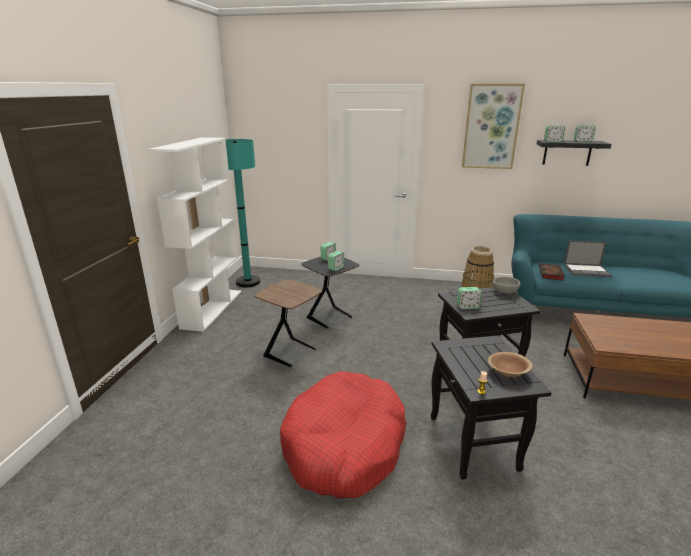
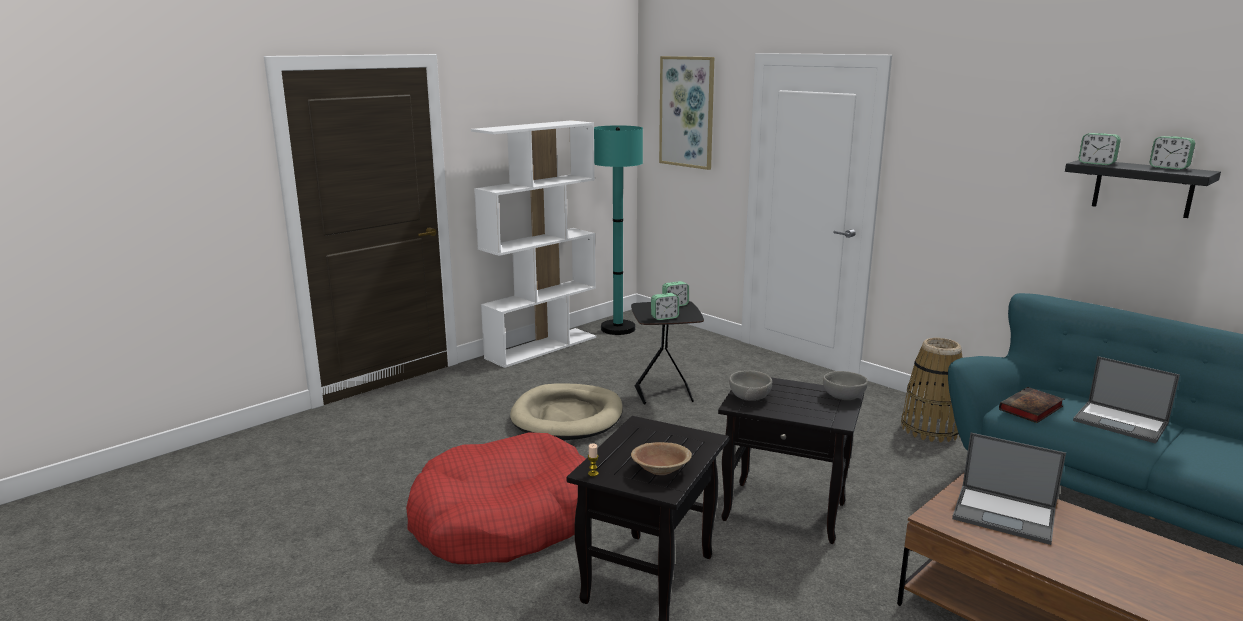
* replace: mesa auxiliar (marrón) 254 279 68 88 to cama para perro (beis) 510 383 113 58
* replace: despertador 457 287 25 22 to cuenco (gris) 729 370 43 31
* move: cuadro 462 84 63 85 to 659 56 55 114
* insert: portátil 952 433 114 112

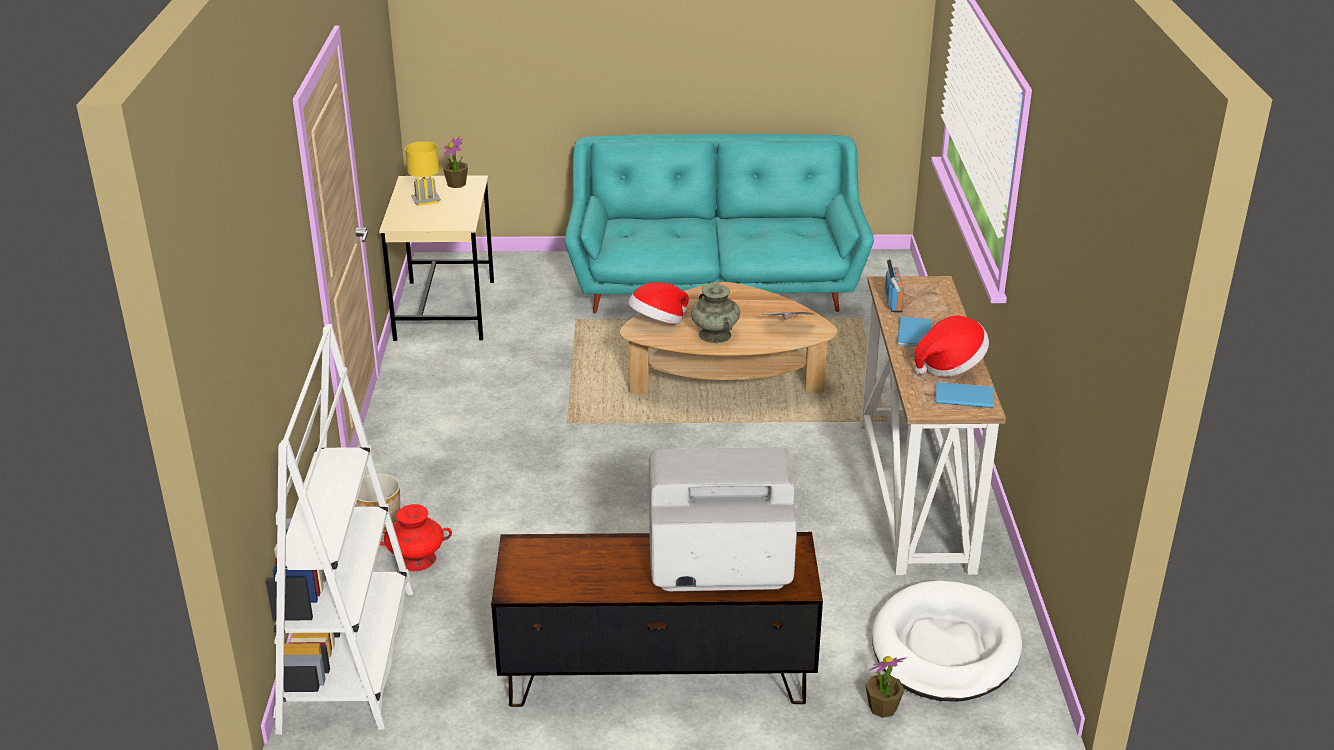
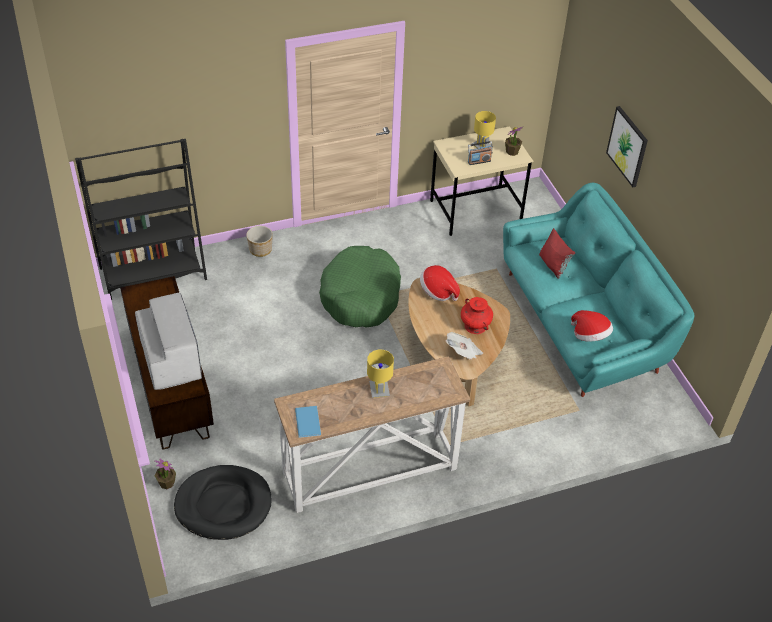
* recolor: estantería (blanco) 266 324 147 411 to estantería (negro) 75 139 132 161
* move: florero (rojo) 380 504 72 67 to 461 297 32 37
* delete: florero (turquesa) 691 285 49 58
* recolor: cama para perro (blanco) 872 580 150 122 to cama para perro (negro) 174 465 98 75
* move: radio 885 258 19 54 to 468 141 25 24
* replace: libro (azul) 897 317 35 30 to lámpara de mesa (amarillo) 367 349 27 49
* move: sombrero 915 316 74 61 to 571 310 42 31
* insert: cama para perro (verde) 319 246 82 82
* insert: cojín (rojo) 539 228 36 51
* insert: cuadro 606 106 42 81

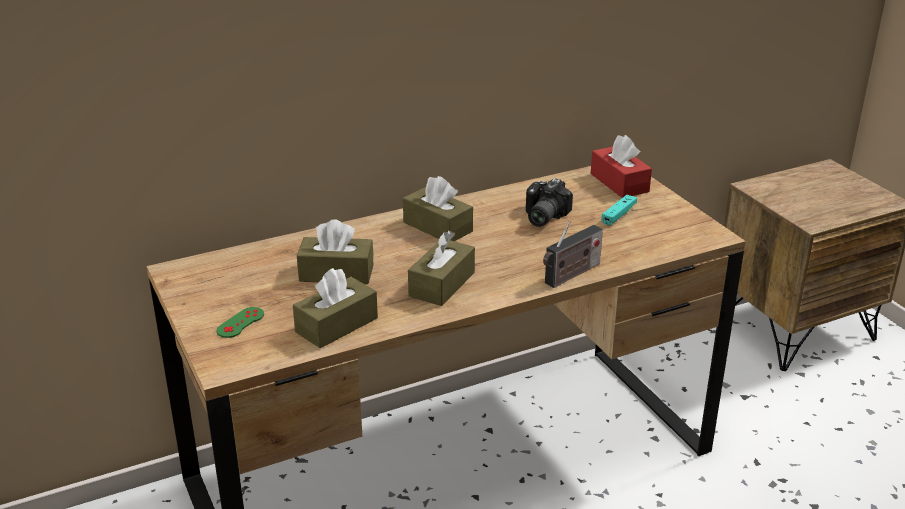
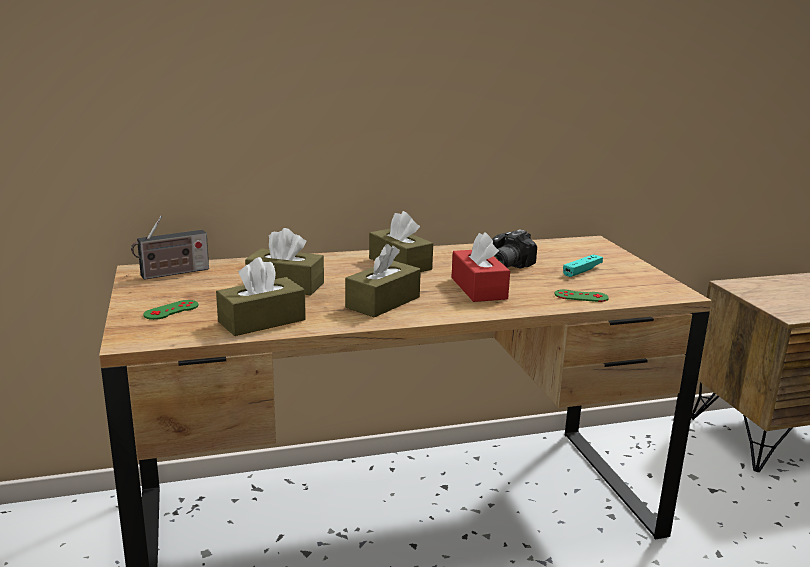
* move: radio 543 221 60 67 to 131 216 78 64
* move: caja de pañuelos (rojo) 591 135 61 63 to 451 232 59 70
* insert: mando de consola (verde) 555 289 54 13

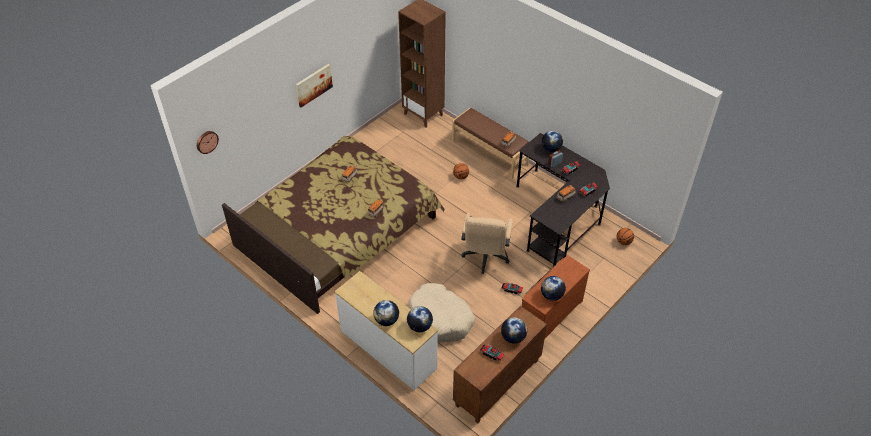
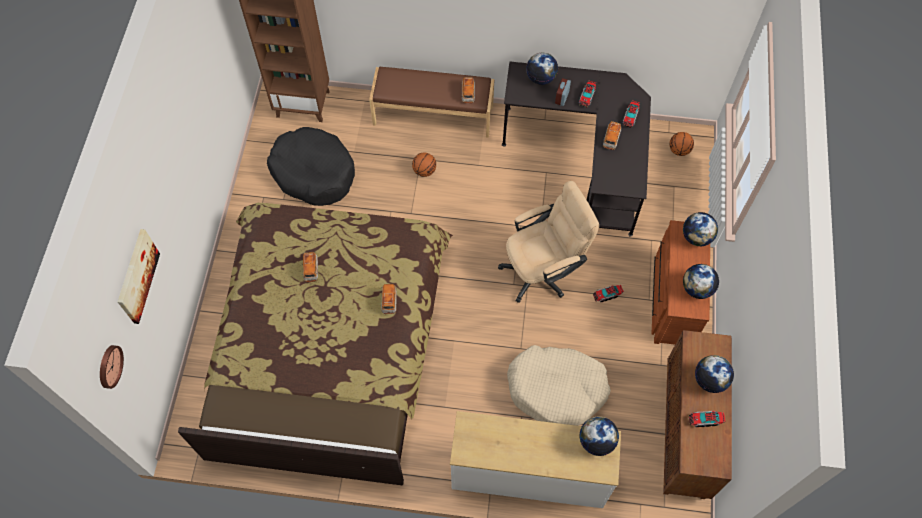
* move: cuadro 296 64 37 43 to 117 229 43 95
* move: globo terráqueo 373 300 26 26 to 683 212 35 34
* rotate: silla de oficina (beis) 461 213 52 61 = 498 181 101 122 90 degrees counterclockwise
* insert: cama para perro (negro) 267 127 88 79

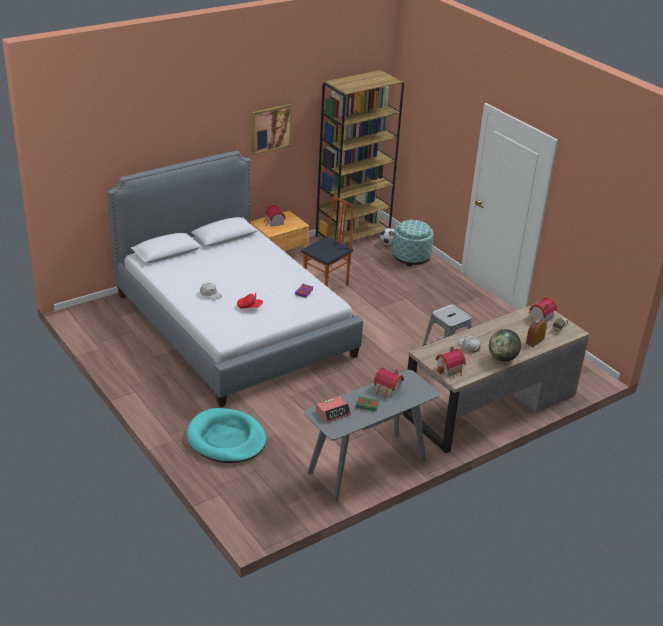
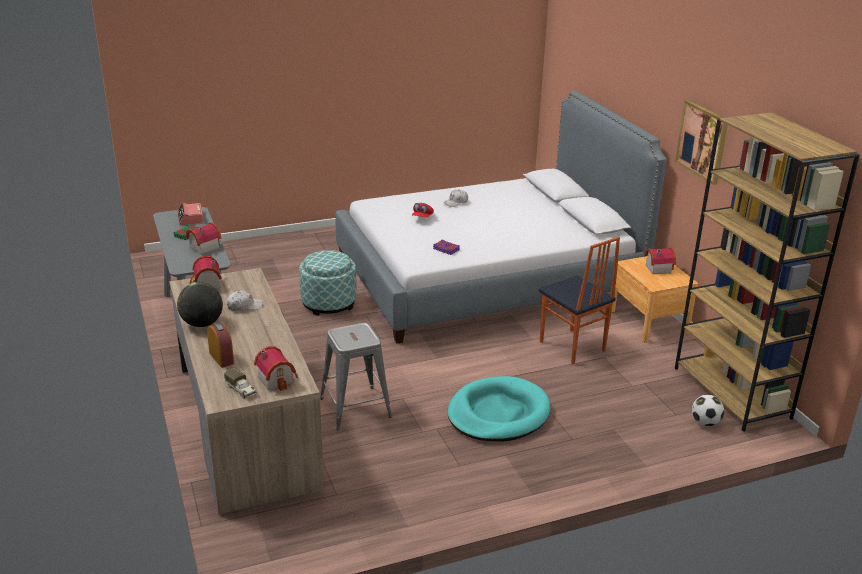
* move: cama para perro (turquesa) 186 408 81 55 to 447 376 103 66
* move: puf 392 220 42 47 to 299 250 58 66

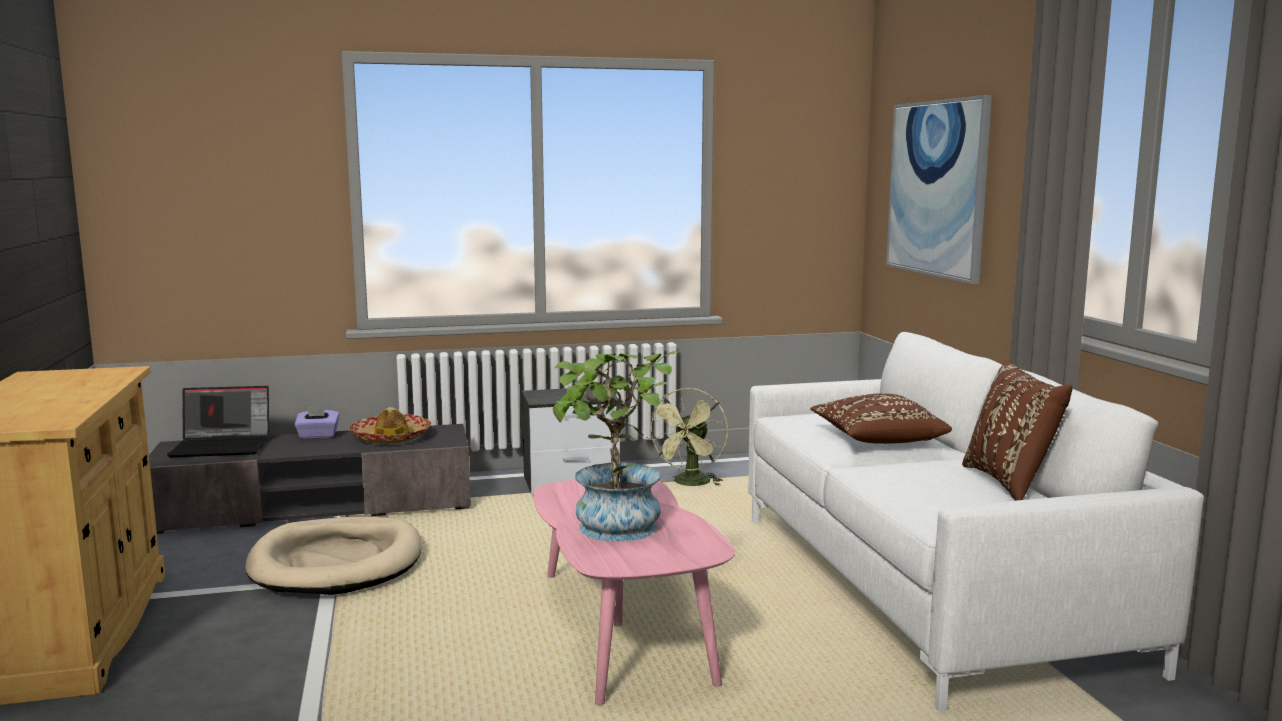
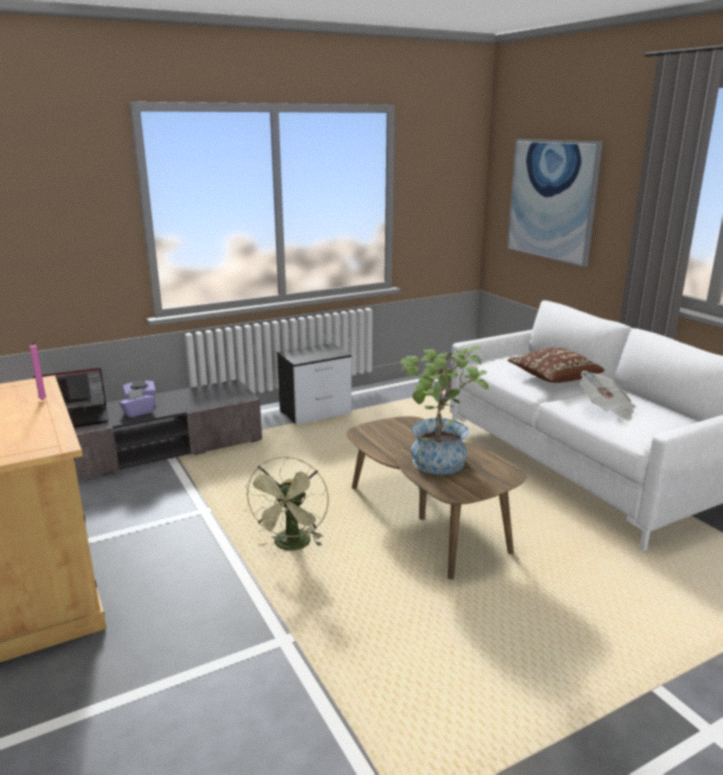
* delete: cama para perro (beis) 245 517 177 78
* delete: sombrero 349 407 82 37
* recolor: mesa de centro (rosa) 533 480 202 225 to mesa de centro (marrón) 346 416 180 163
* move: ventilador (verde) 647 388 81 98 to 245 457 84 94
* delete: cojín (marrón) 962 360 111 141
* insert: vela (rosa) 29 338 18 62
* insert: caja de pañuelos (morado) 119 388 36 30
* insert: periódico 580 371 56 50

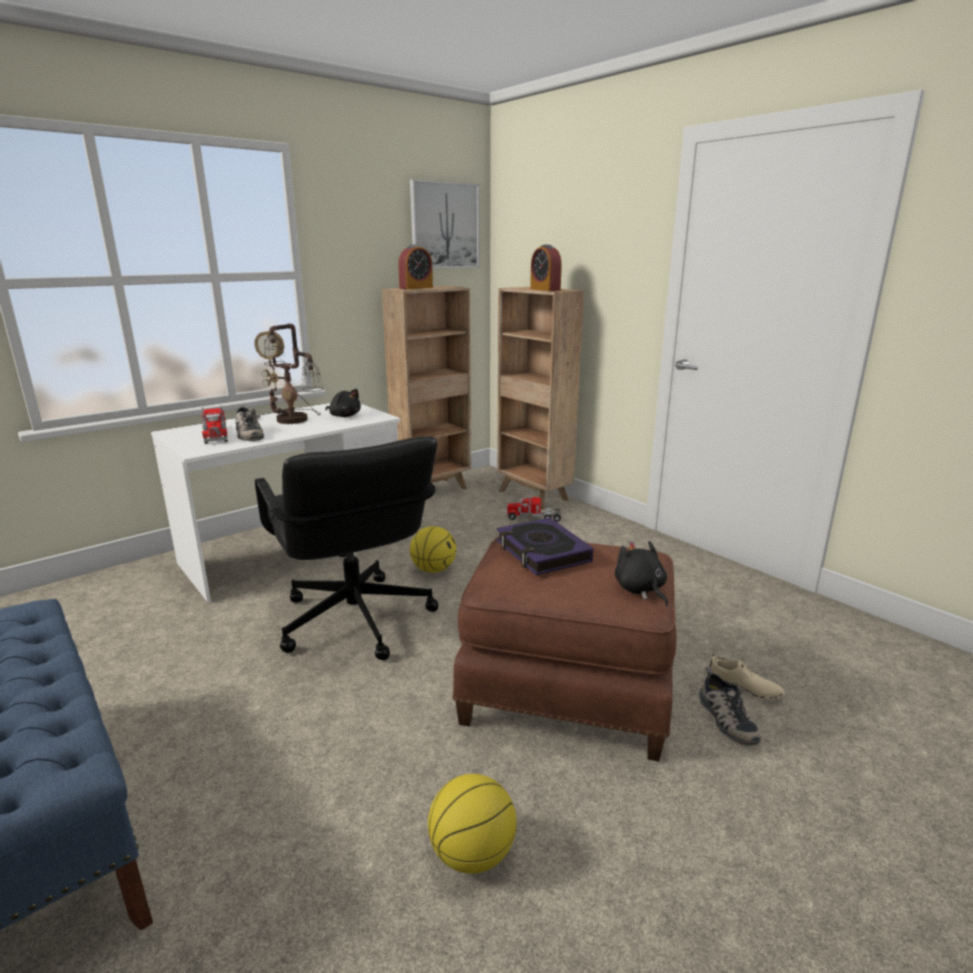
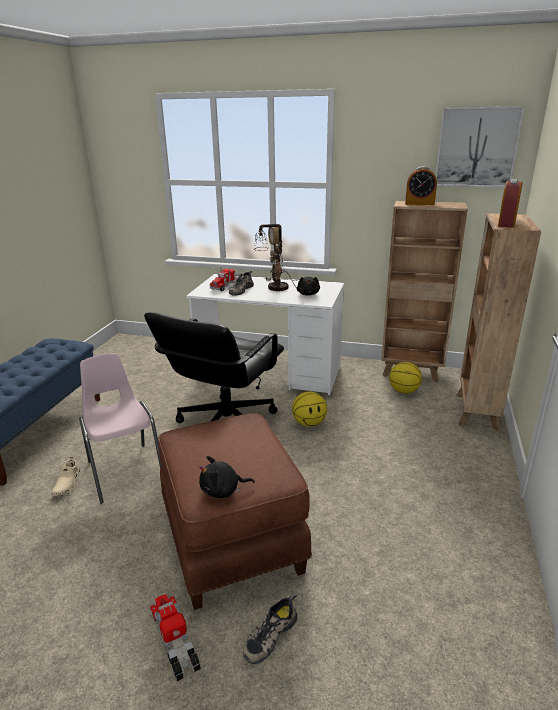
* move: balón de baloncesto 428 774 89 100 to 389 362 33 32
* delete: libro 497 518 96 57
* move: camión de juguete 506 494 57 28 to 150 594 51 87
* rotate: peluche (negro) 615 541 53 66 = 199 456 56 42 135 degrees counterclockwise
* move: zapato (beis) 707 654 78 46 to 51 457 29 39
* insert: silla (rosa) 79 353 82 151

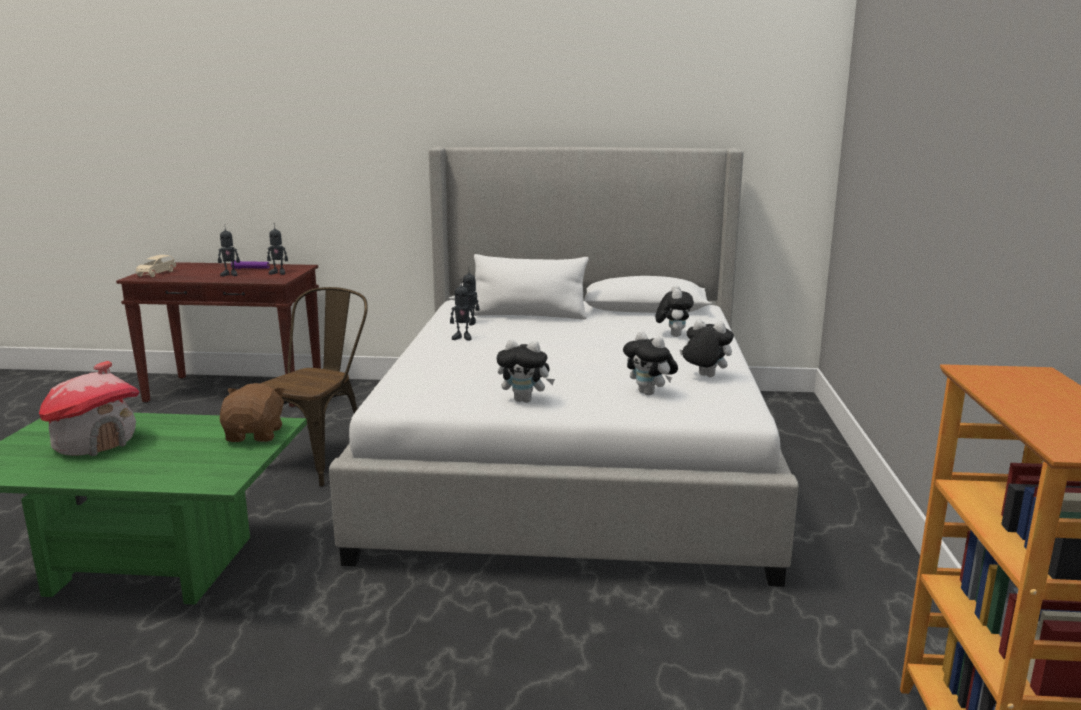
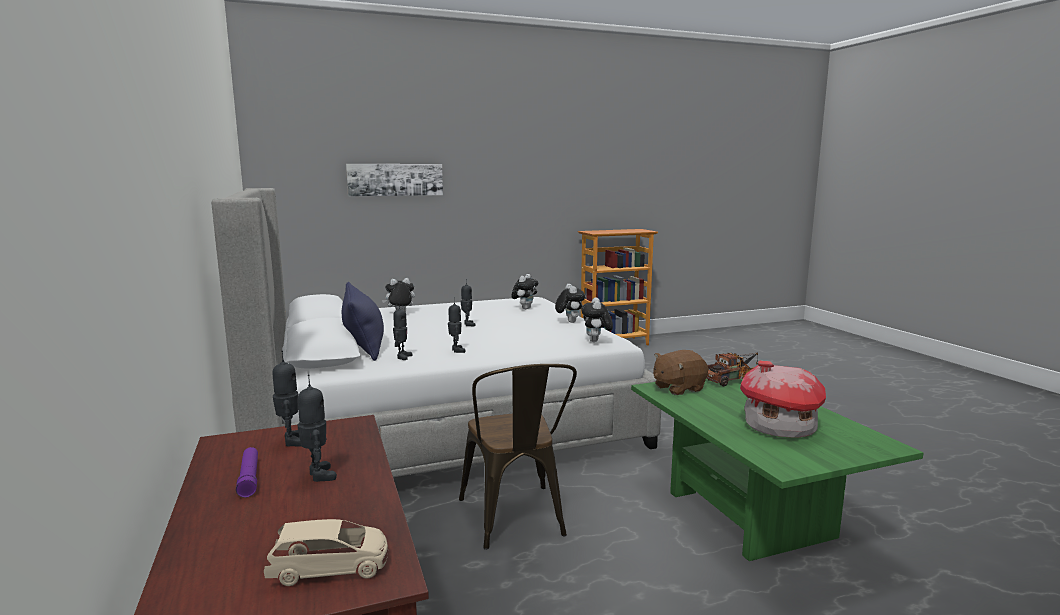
* rotate: silla (marrón) 260 287 108 200 = 459 364 118 186 105 degrees counterclockwise
* recolor: cojín (blanco) 471 254 118 66 to cojín (azul) 342 282 42 79
* move: peluche 680 319 54 58 to 581 297 32 45
* insert: cuadro 346 164 97 33
* insert: robot de juguete 461 279 15 47
* insert: camión de juguete 706 352 52 35

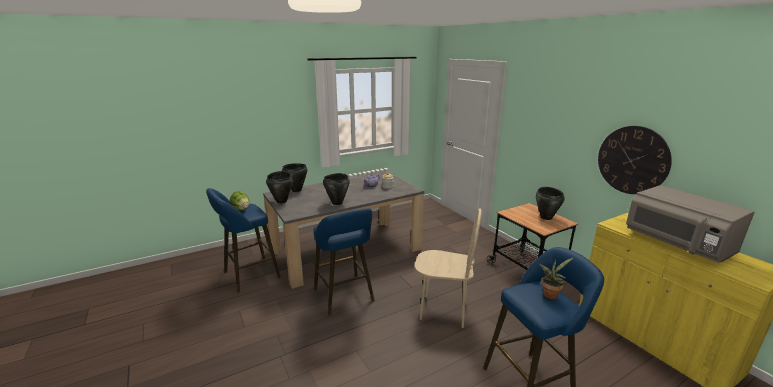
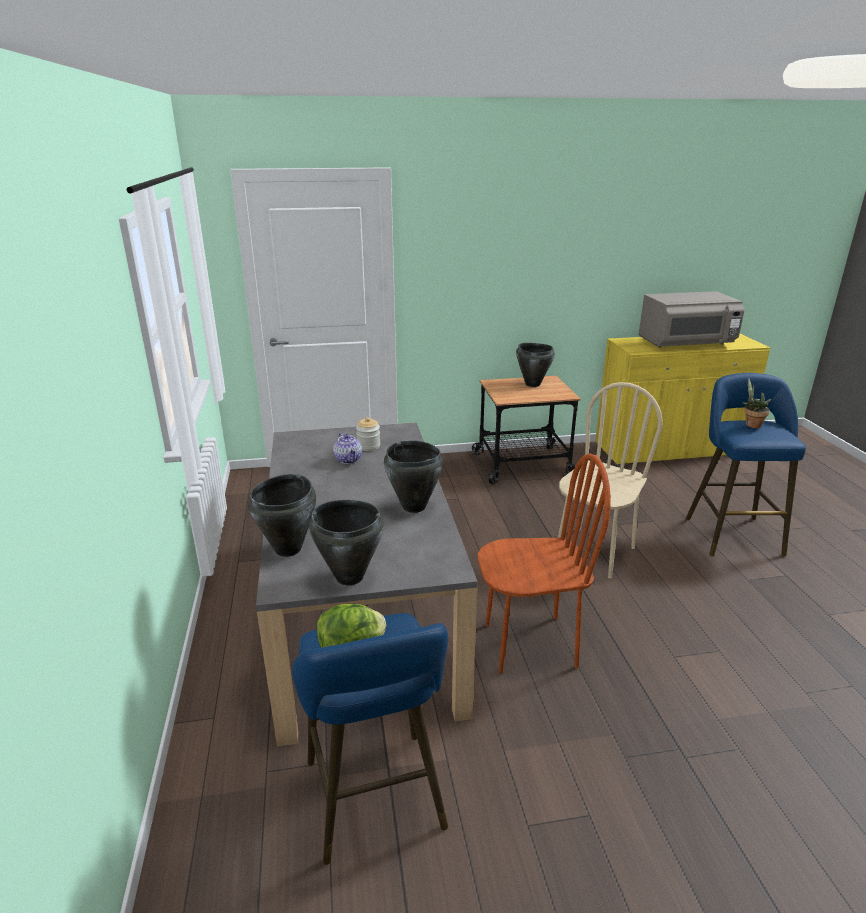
* replace: taburete (azul) 313 208 62 107 to silla (marrón) 478 454 133 220
* delete: reloj de pared 598 126 74 68

